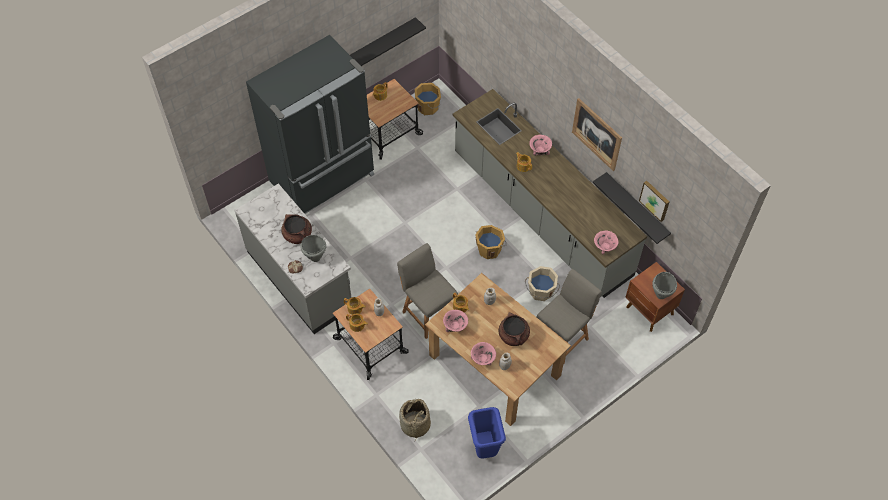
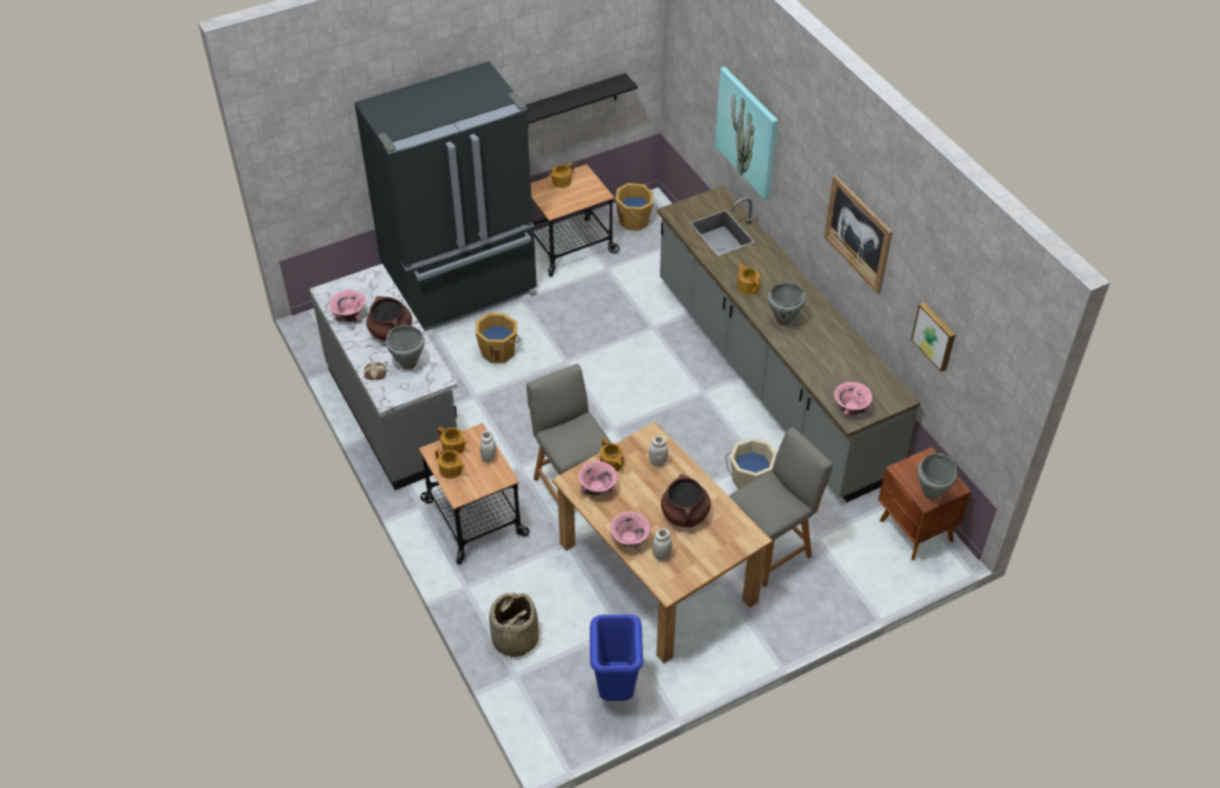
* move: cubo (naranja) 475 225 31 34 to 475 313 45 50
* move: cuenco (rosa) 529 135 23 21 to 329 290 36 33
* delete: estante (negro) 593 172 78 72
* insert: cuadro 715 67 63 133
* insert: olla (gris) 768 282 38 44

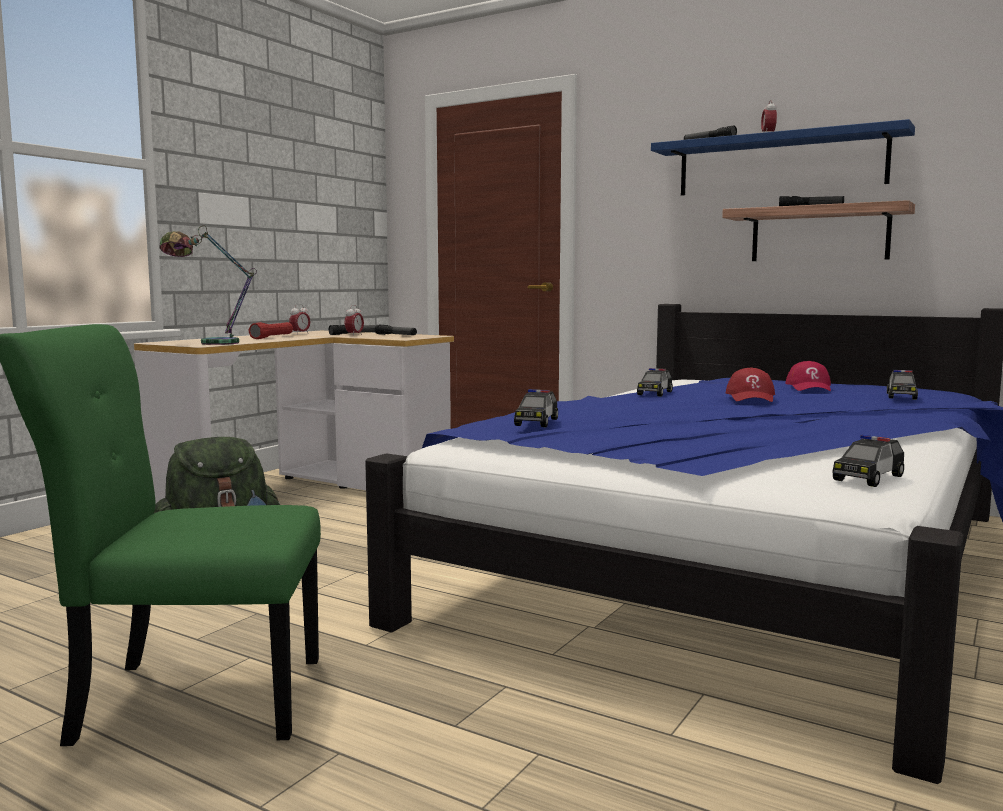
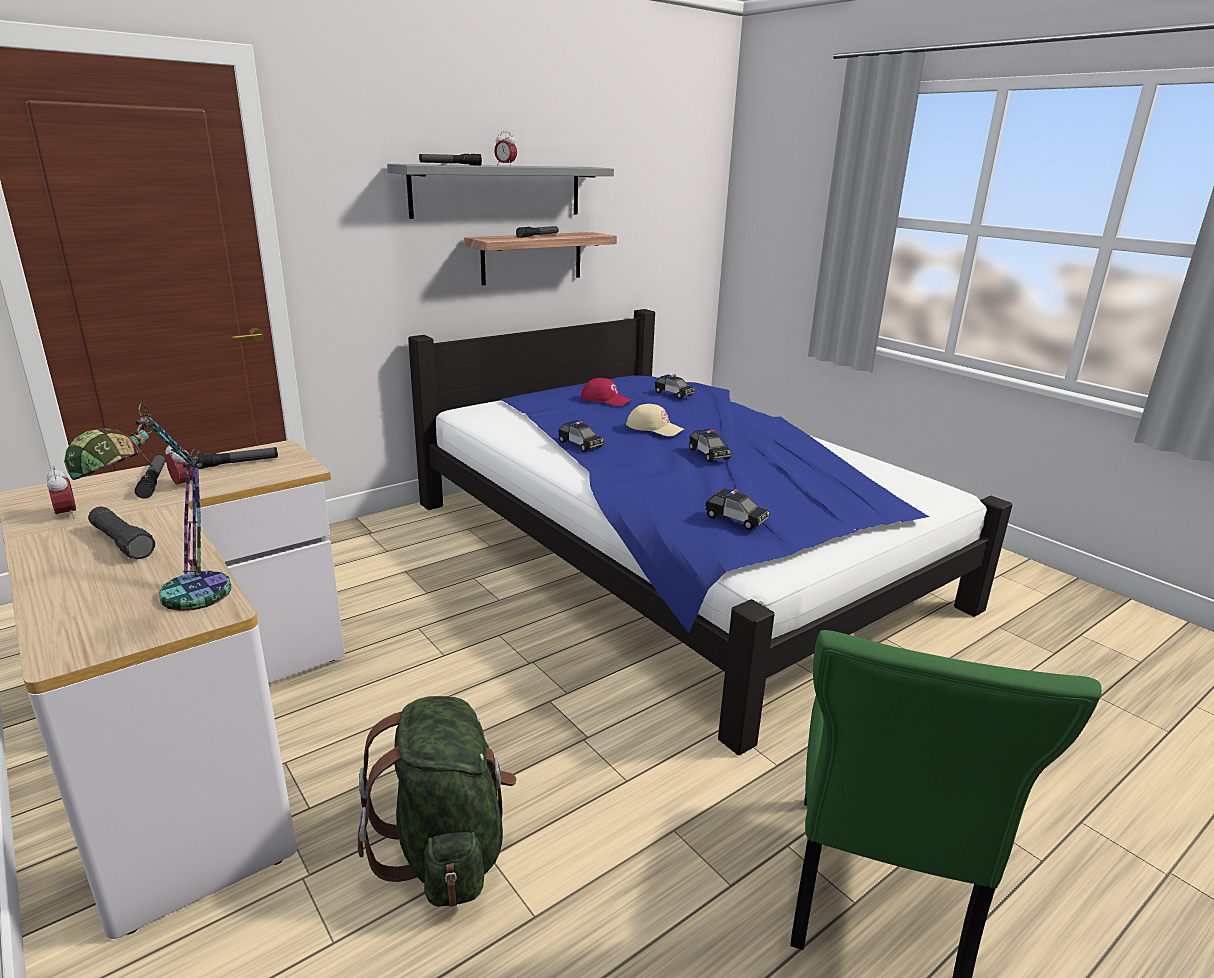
* recolor: linterna (rojo) 249 322 44 17 to linterna (negro) 88 506 67 53
* recolor: estante (azul) 651 119 264 77 to estante (gris) 387 164 227 55
* recolor: gorra (rojo) 726 367 49 35 to gorra (beis) 626 404 58 33
* move: coche de juguete 832 435 72 52 to 689 429 42 33

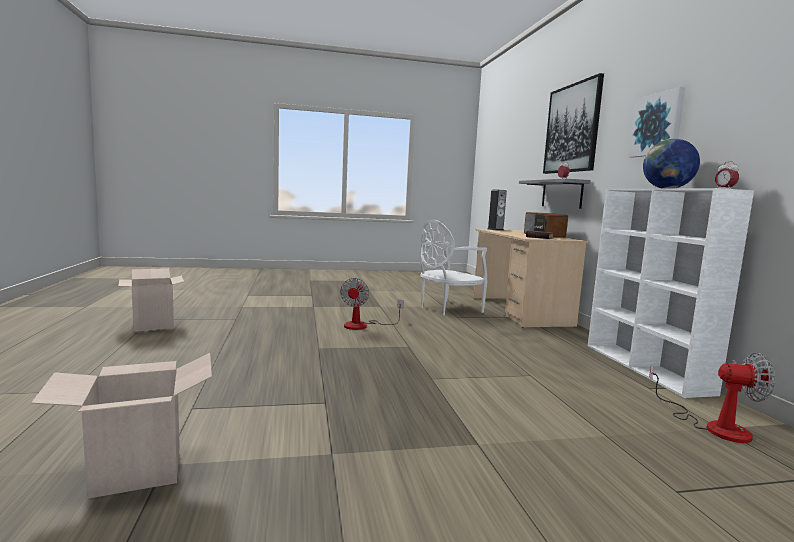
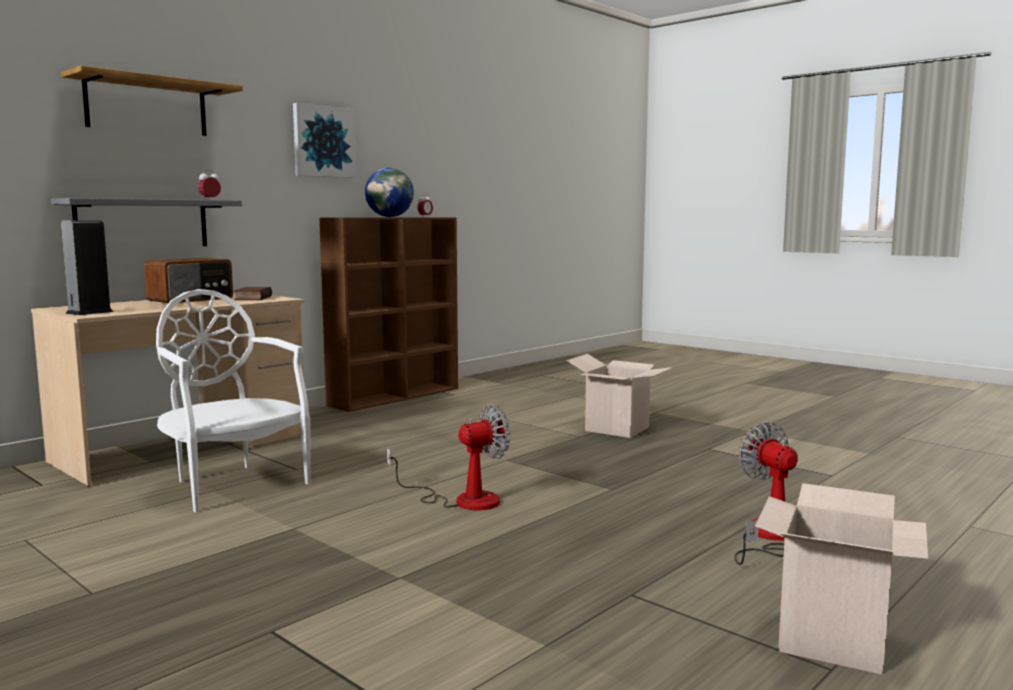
* move: caja de cartón 31 353 181 146 to 567 354 106 84
* rotate: silla (blanco) 420 220 67 95 = 156 289 154 223 150 degrees counterclockwise
* replace: cuadro 543 73 61 101 to estante 61 66 182 70
* recolor: estantería (blanco) 588 188 166 210 to estantería (marrón) 319 217 139 195
* move: ventilador 649 353 126 90 to 734 422 64 143

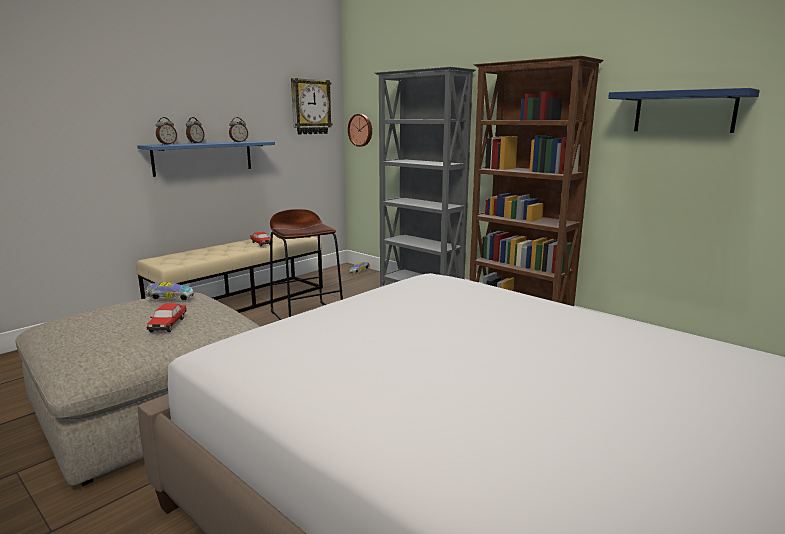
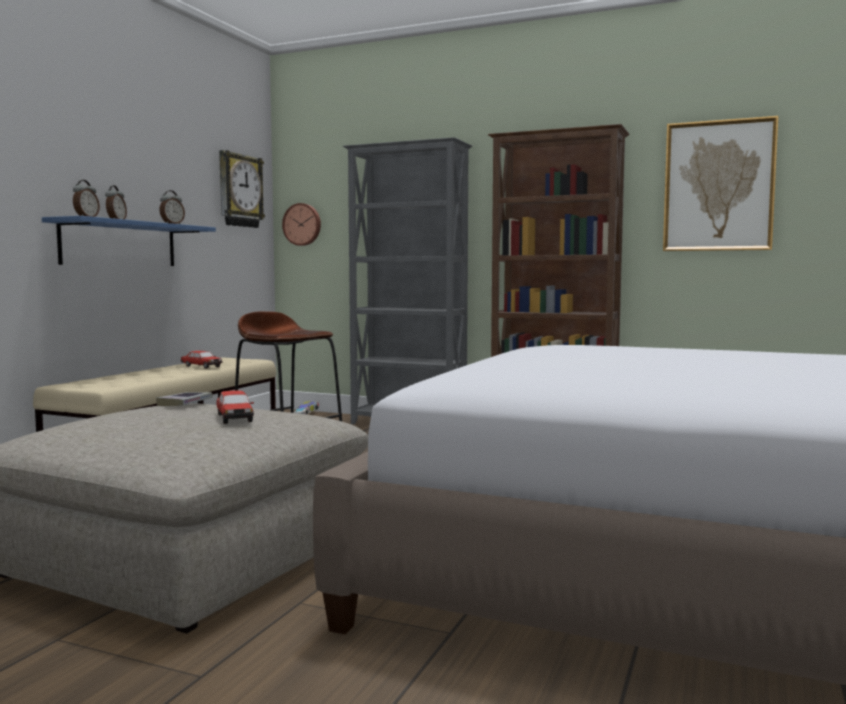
* replace: coche de juguete 145 282 49 18 to libro 156 392 57 14
* replace: estante (azul) 608 88 152 45 to cuadro 663 116 115 135

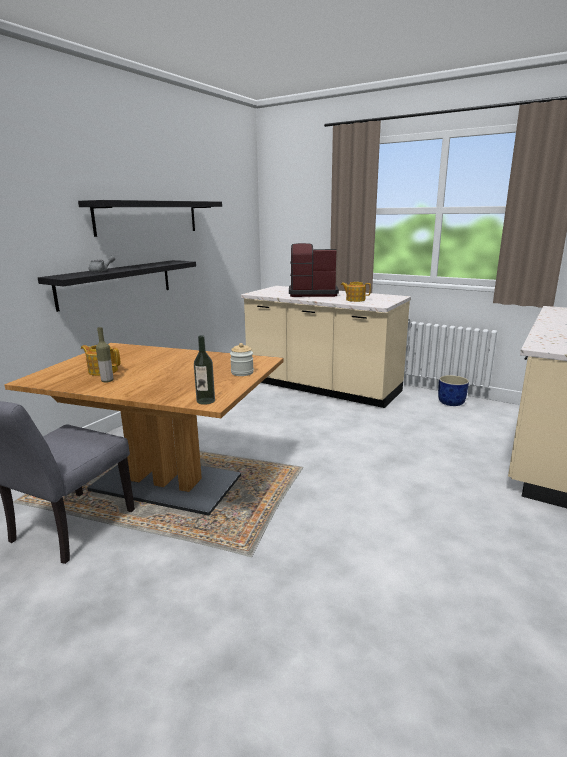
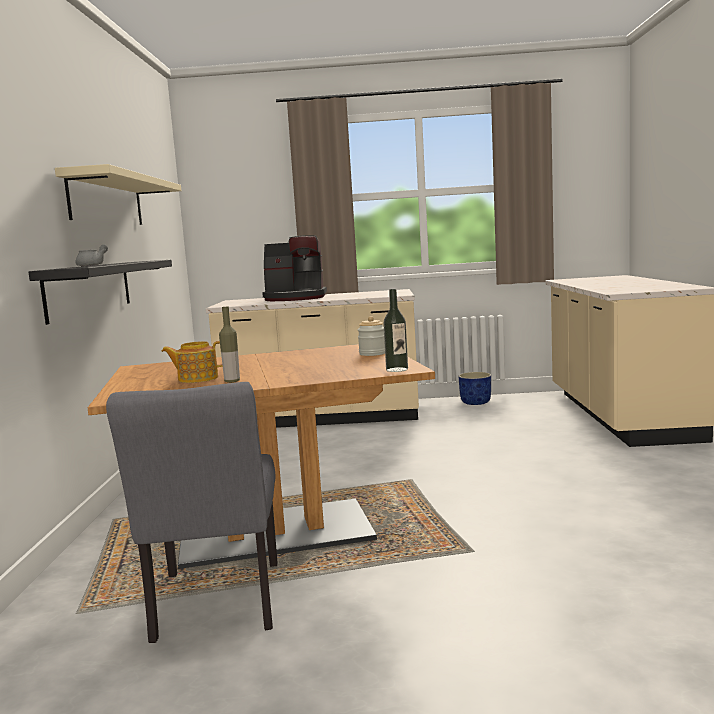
* recolor: estante (negro) 78 200 144 37 to estante (beis) 55 164 126 61
* rotate: cafetera 289 243 50 54 = 262 235 65 66 150 degrees counterclockwise
* delete: tetera 341 282 30 20

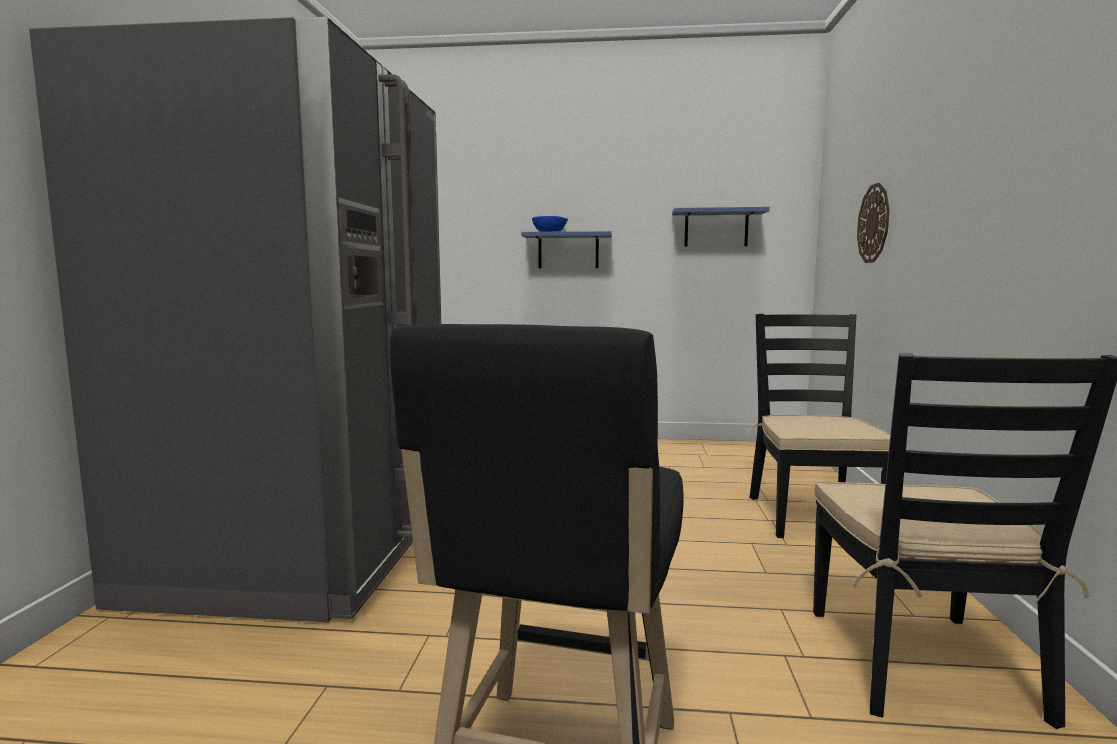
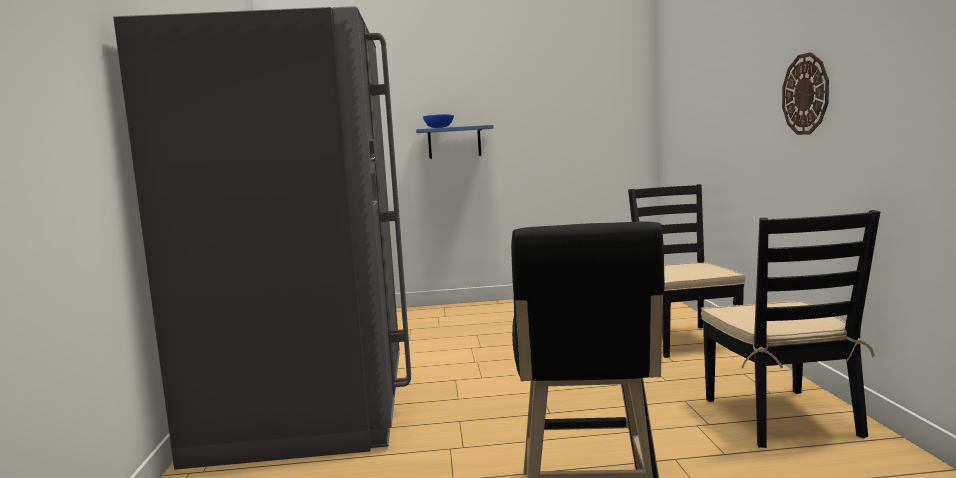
* delete: estante (azul) 672 207 98 40
* move: reloj de pared 857 183 33 80 to 782 52 47 83

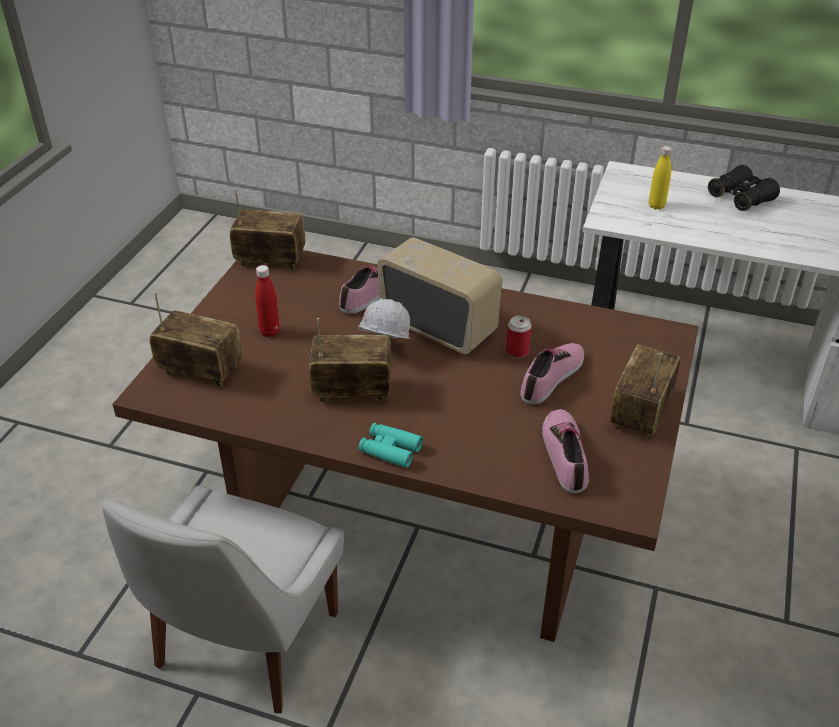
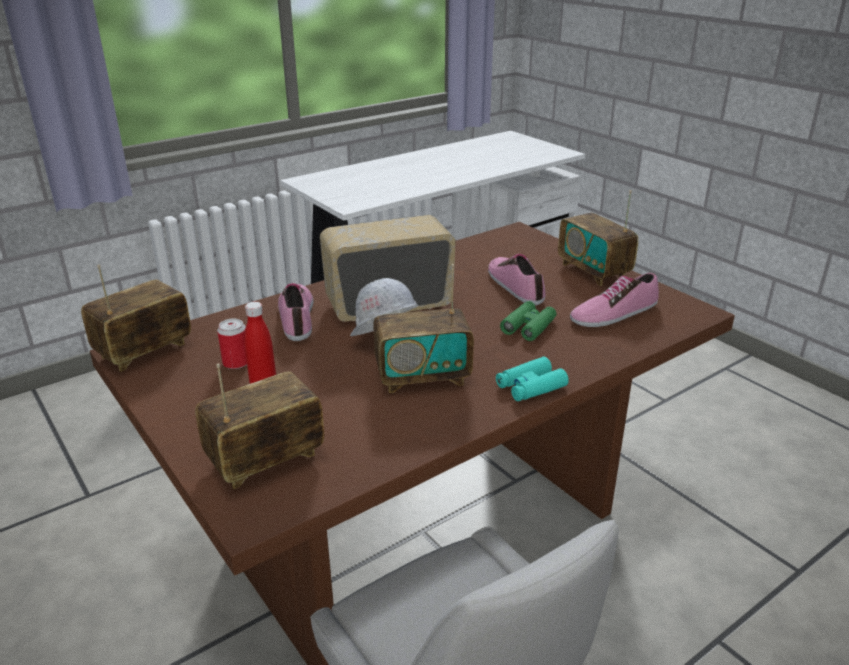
* rotate: radio 309 318 82 84 = 373 264 101 129 135 degrees counterclockwise
* move: lata 506 316 25 42 to 217 319 30 50
* rotate: zapato 542 409 47 85 = 570 273 89 54 60 degrees counterclockwise
* delete: botella (amarillo) 649 146 23 63
* delete: prismáticos (negro) 708 165 72 46
* insert: prismáticos (verde) 500 301 56 40

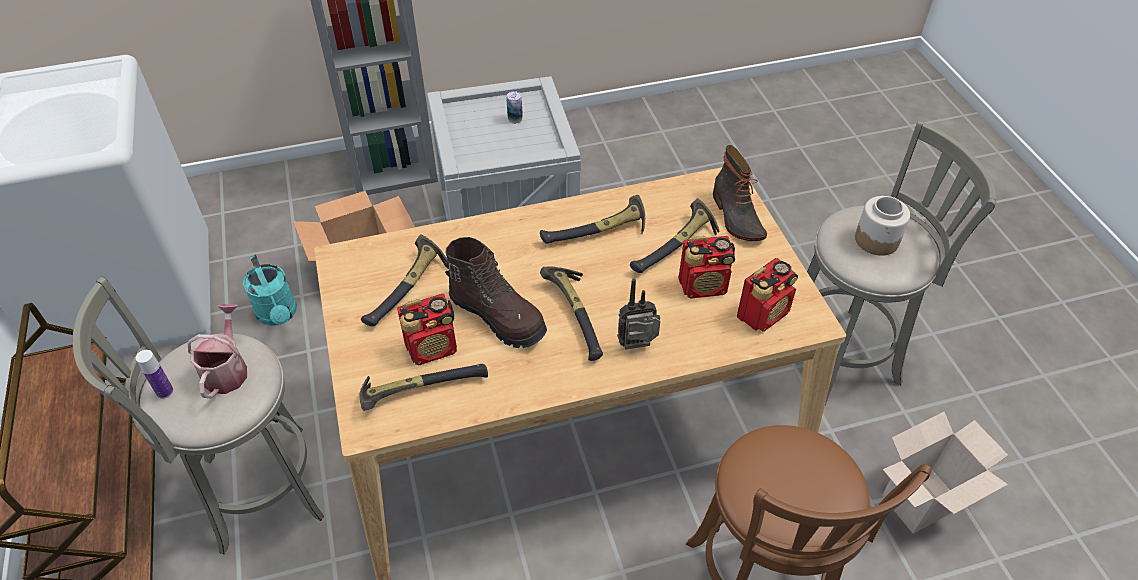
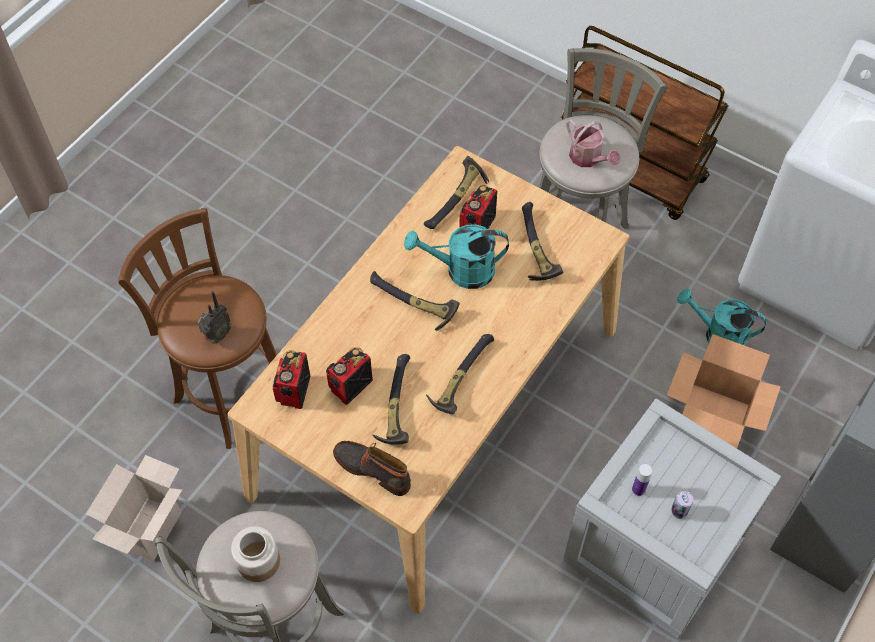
* move: botella 136 350 38 49 to 632 464 20 32
* replace: bota (marrón) 444 237 103 111 to regadera (turquesa) 404 224 105 65
* move: radio 617 278 43 72 to 198 291 33 53

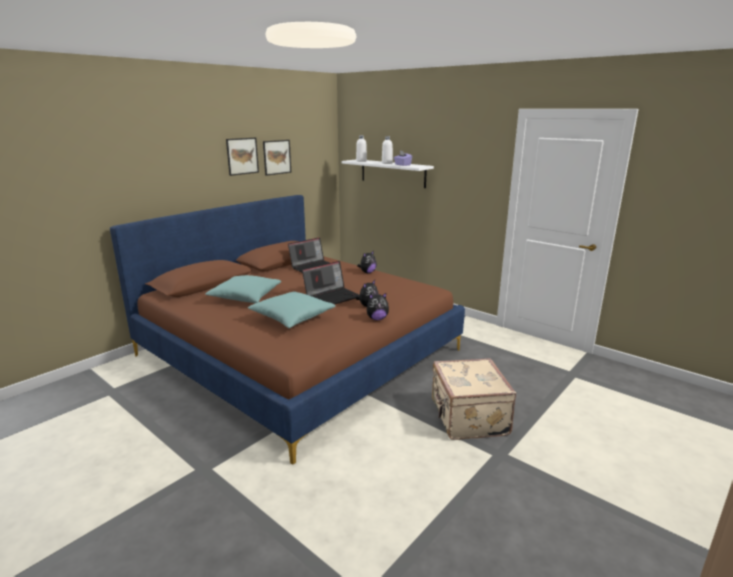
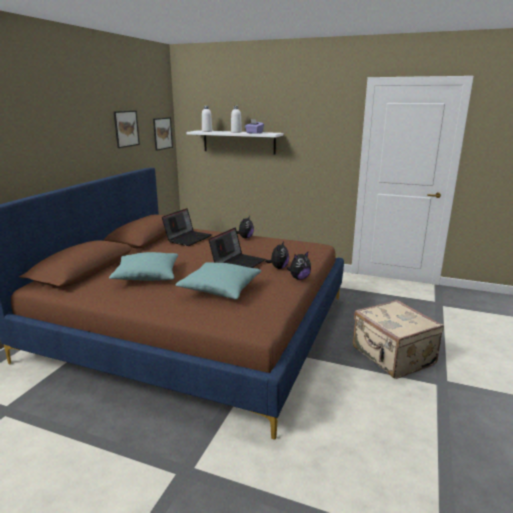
* move: cuadro 226 138 33 38 to 153 117 20 34

